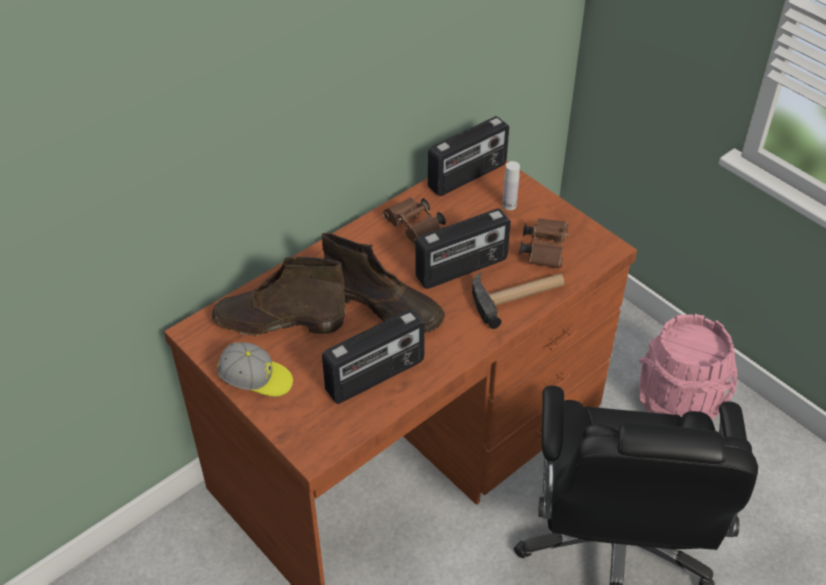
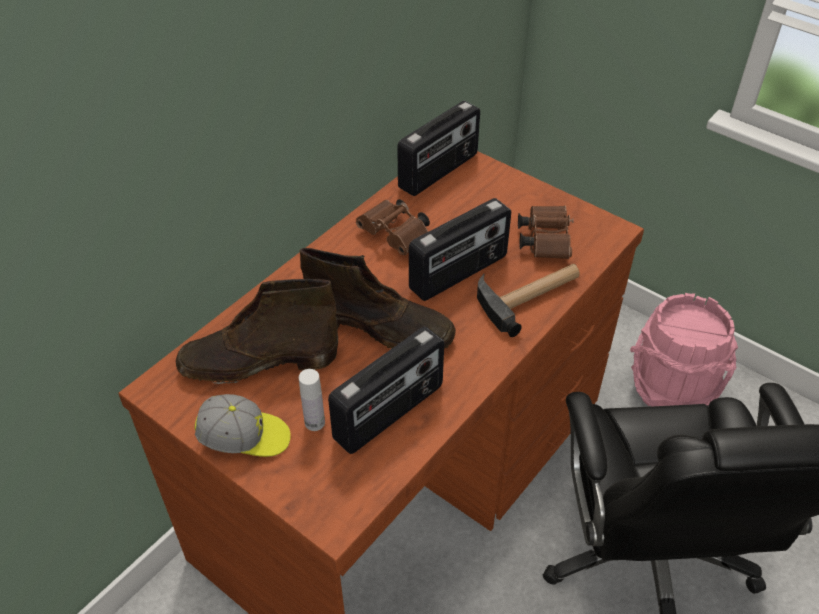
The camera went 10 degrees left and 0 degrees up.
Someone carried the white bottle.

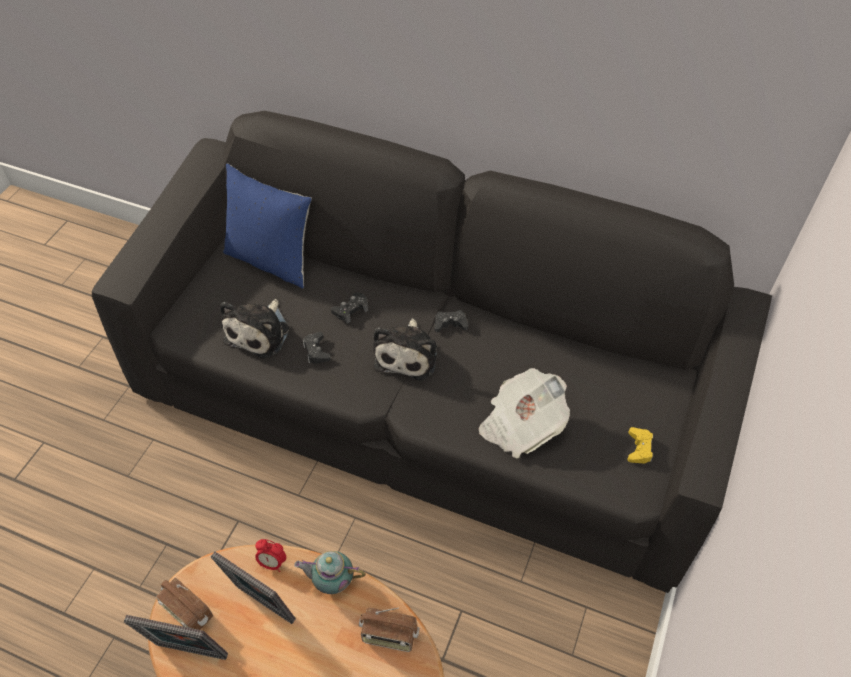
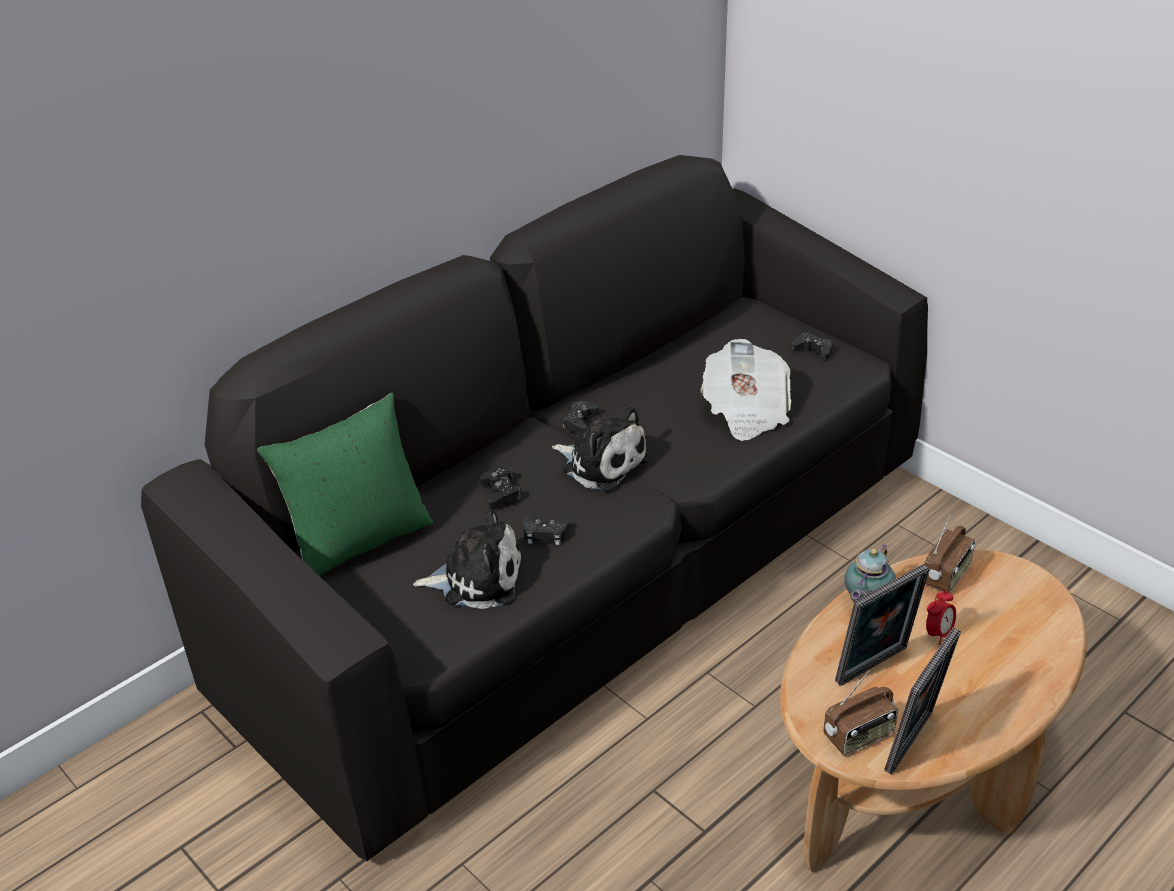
The camera went 65 degrees left and 15 degrees down.
Someone rotated the plush toy (1st from left) by 45 degrees counterclockwise.
Someone repainted the blue pillow, which became the green pillow.
Someone carried the alarm clock.
Someone repainted the yellow game controller, which became the black game controller (4th from left).

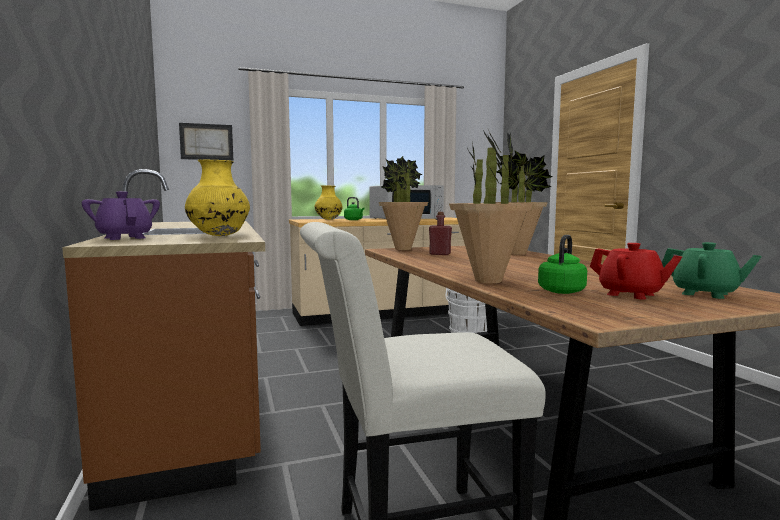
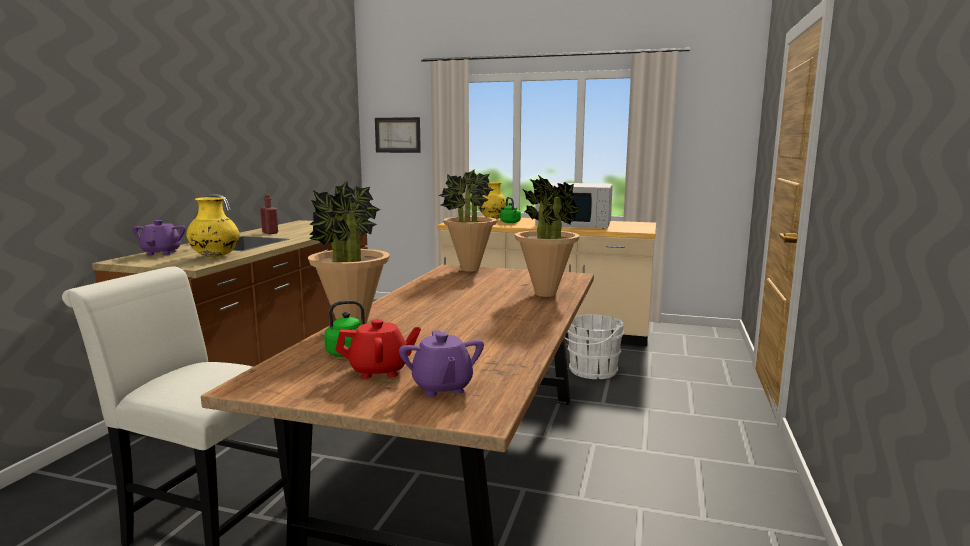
The camera went 35 degrees right and 5 degrees up.
Someone carried the red bottle.
Someone rotated the red teapot by 90 degrees counterclockwise.
Someone repainted the green teapot, which became the purple teapot (2nd from left).

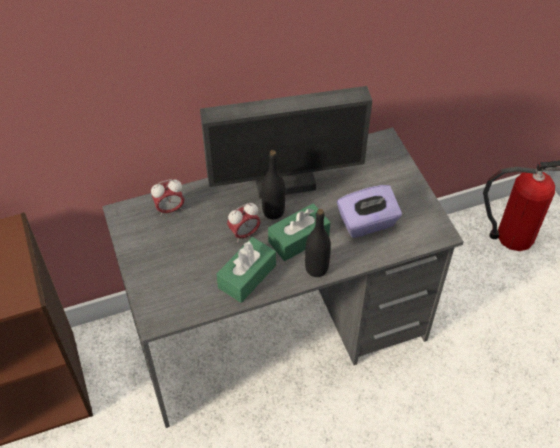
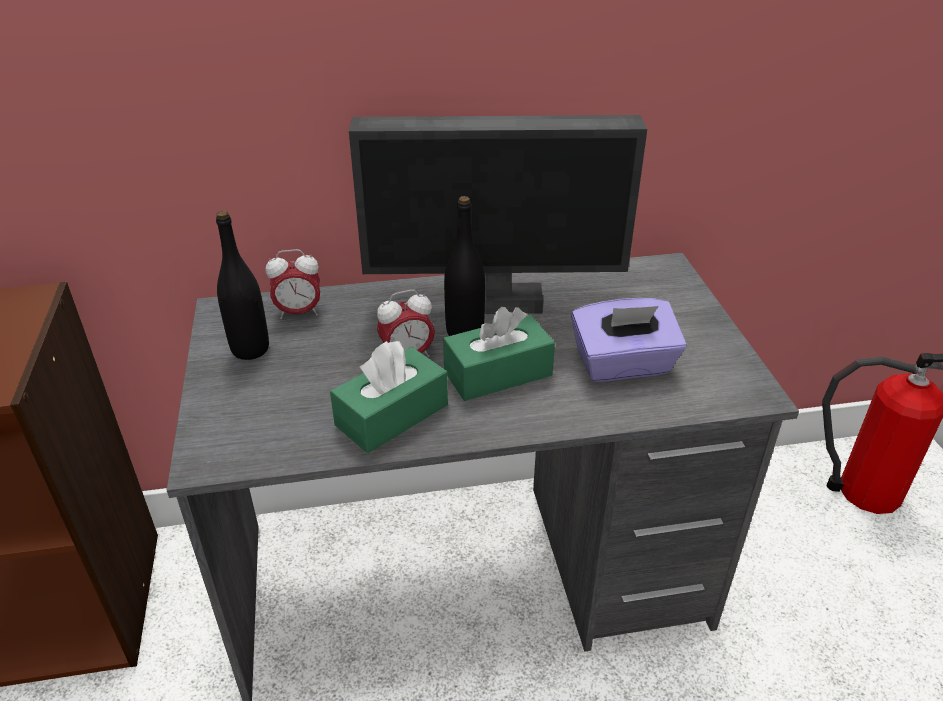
The camera went 10 degrees right and 15 degrees down.
Someone carried the black bottle (2nd from left in the first image).

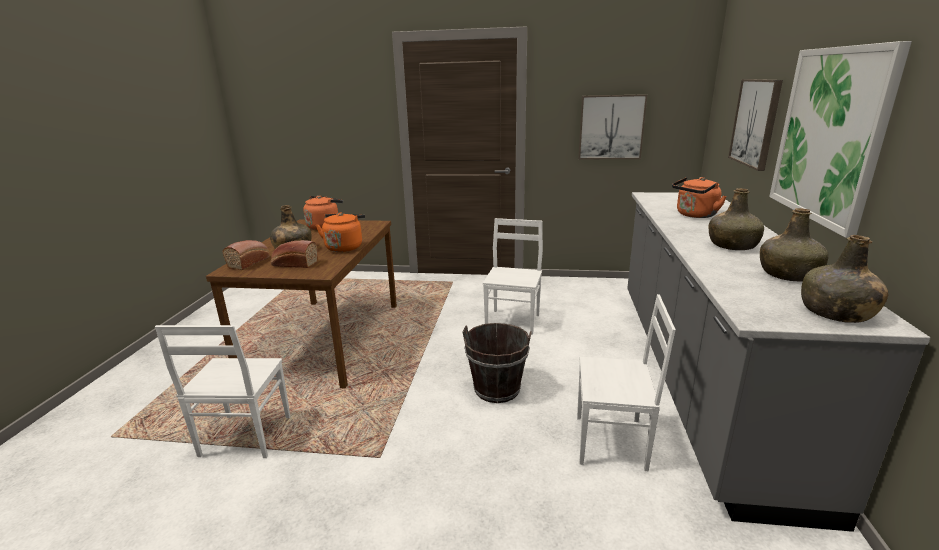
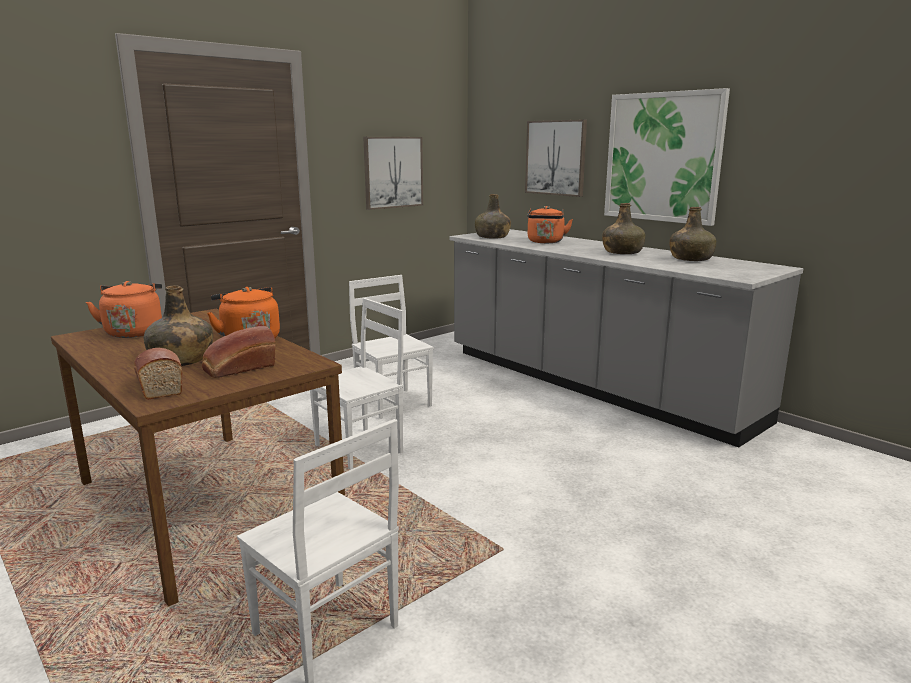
The camera went 50 degrees left and 5 degrees down.
Someone took away the brown bucket.
Someone carried the white chair (3rd from left in the first image).
Someone carried the green bottle (4th from left in the first image).

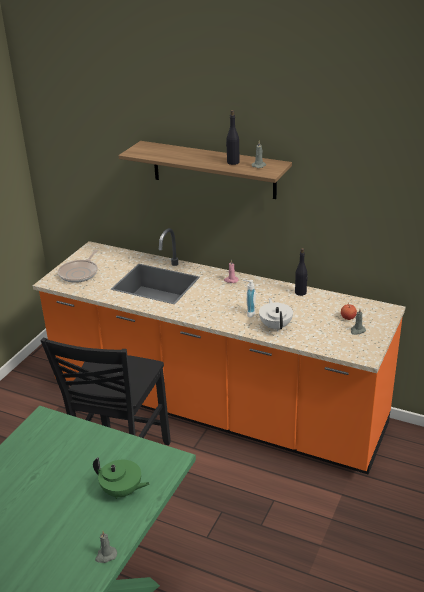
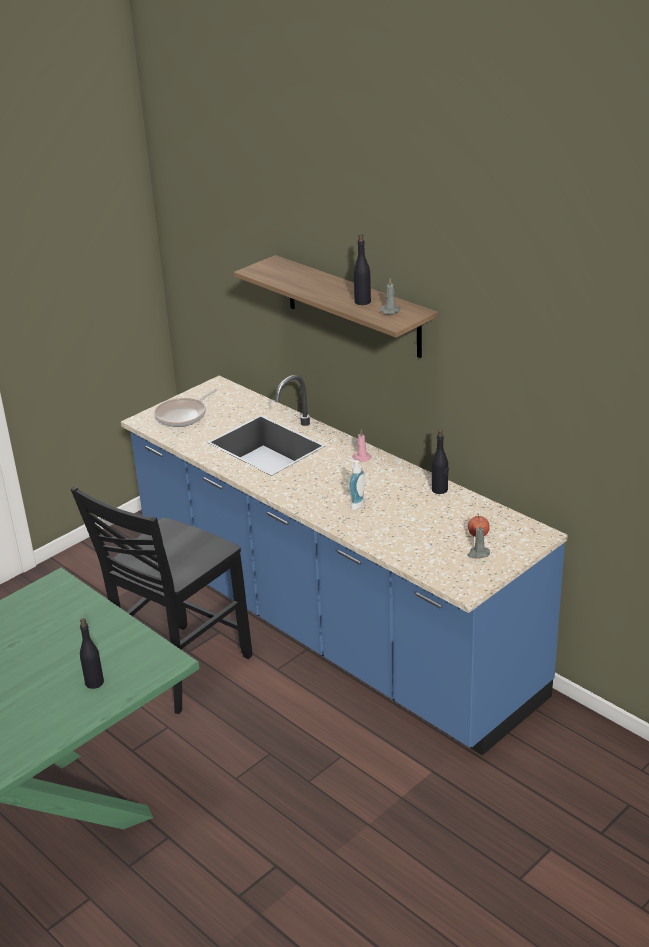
The camera went 20 degrees right and 0 degrees up.
Someone repainted the orange counter, which became the blue counter.
Someone swapped the green teapot for the black bottle (1st from left).
Someone took away the grey candle (1st from left).
Someone took away the white teapot.

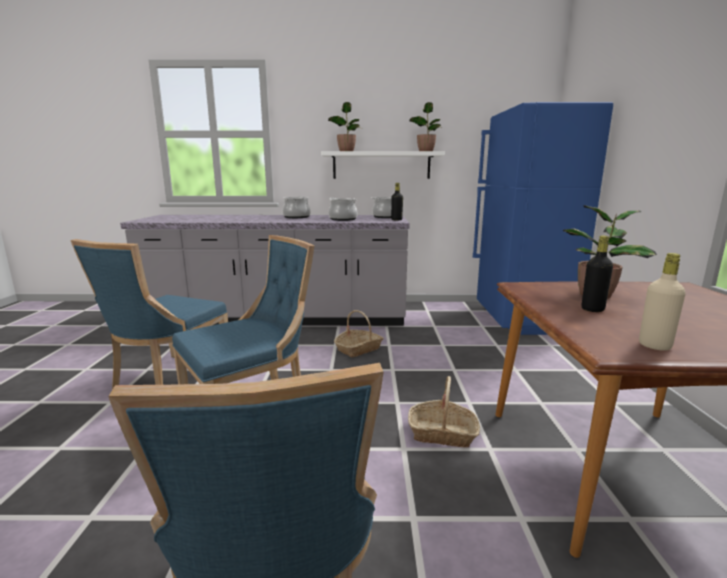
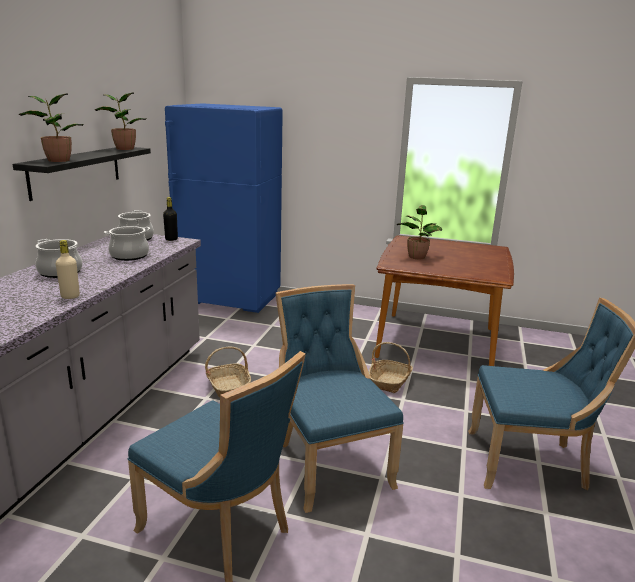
The camera went 75 degrees left and 5 degrees up.
Someone repainted the white shelf, which became the black shelf.
Someone took away the black bottle (2nd from left).
Someone carried the beige bottle.

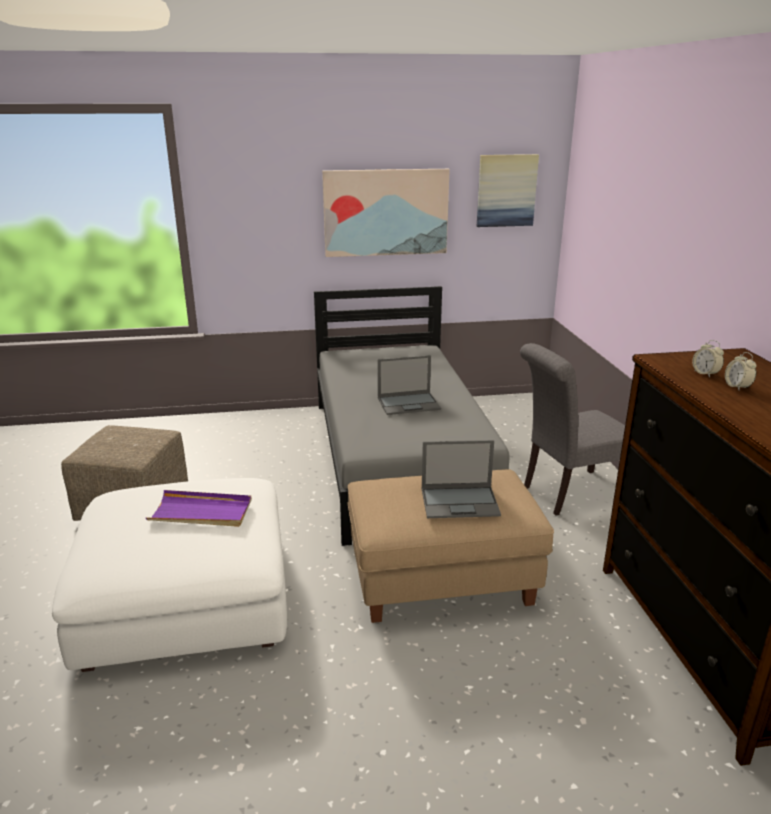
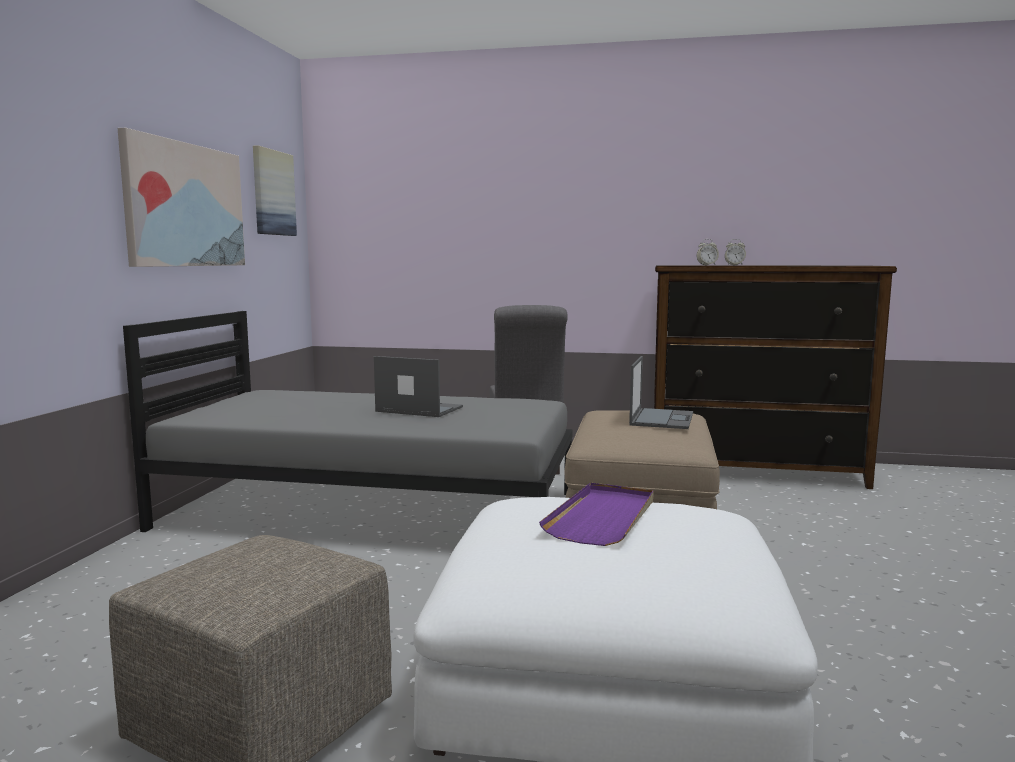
The camera went 70 degrees left and 15 degrees down.
Someone rotated the laptop (1st from left) by 75 degrees counterclockwise.

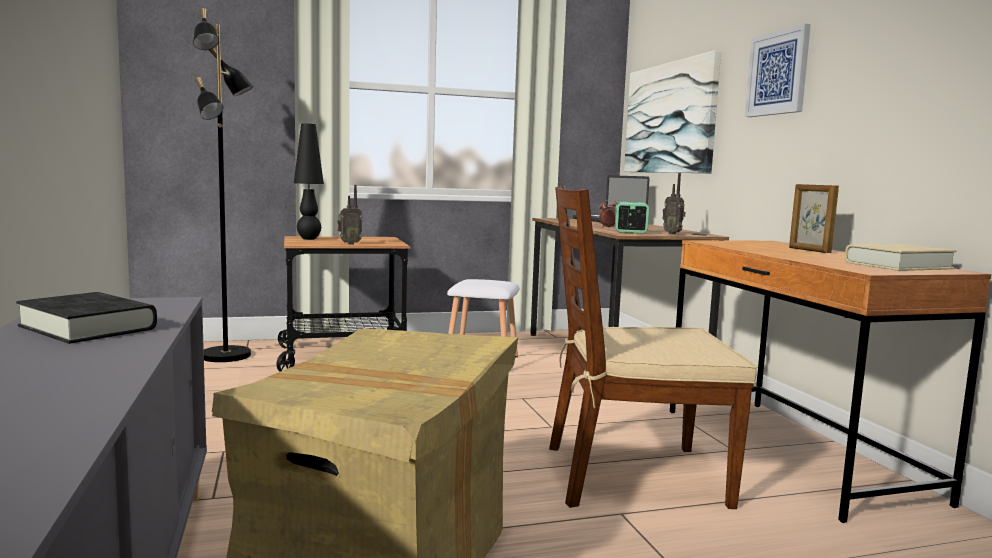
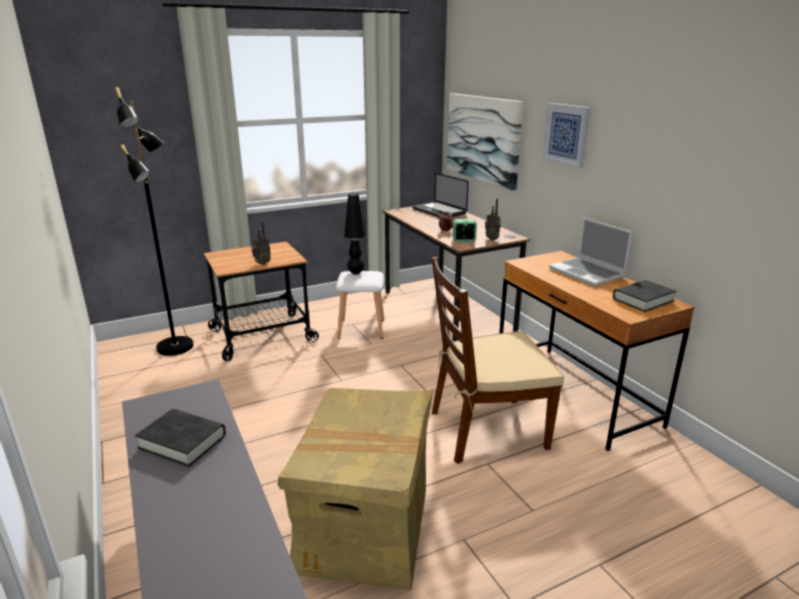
The camera went 10 degrees left and 15 degrees up.
Someone carried the black table lamp.
Someone swapped the picture frame for the laptop (2nd from left).
Someone repainted the beige book, which became the black book (2nd from left).

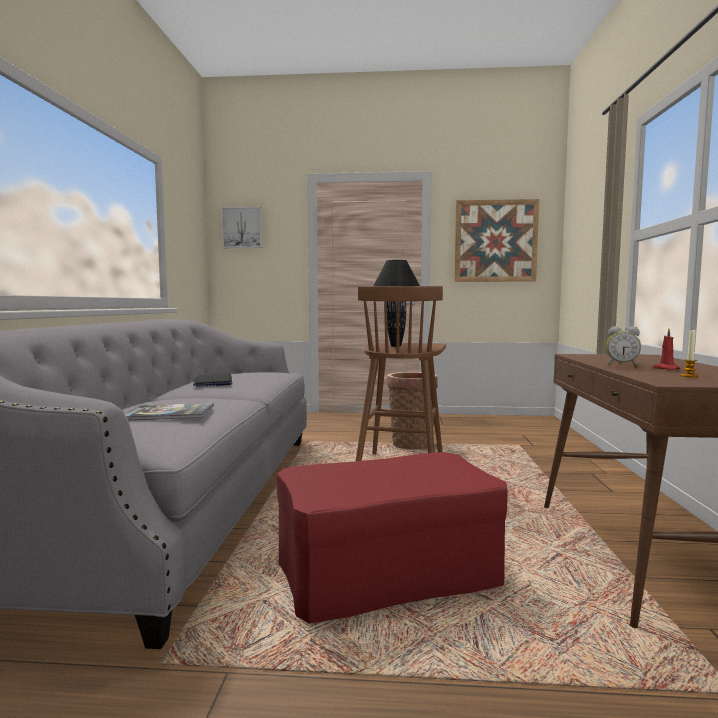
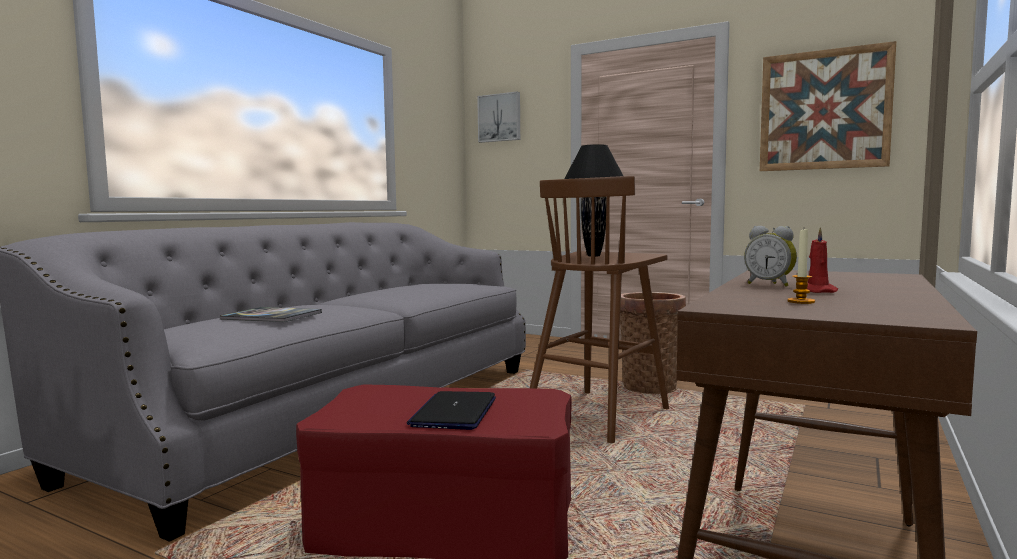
The camera went 25 degrees right and 0 degrees up.
Someone carried the laptop.

